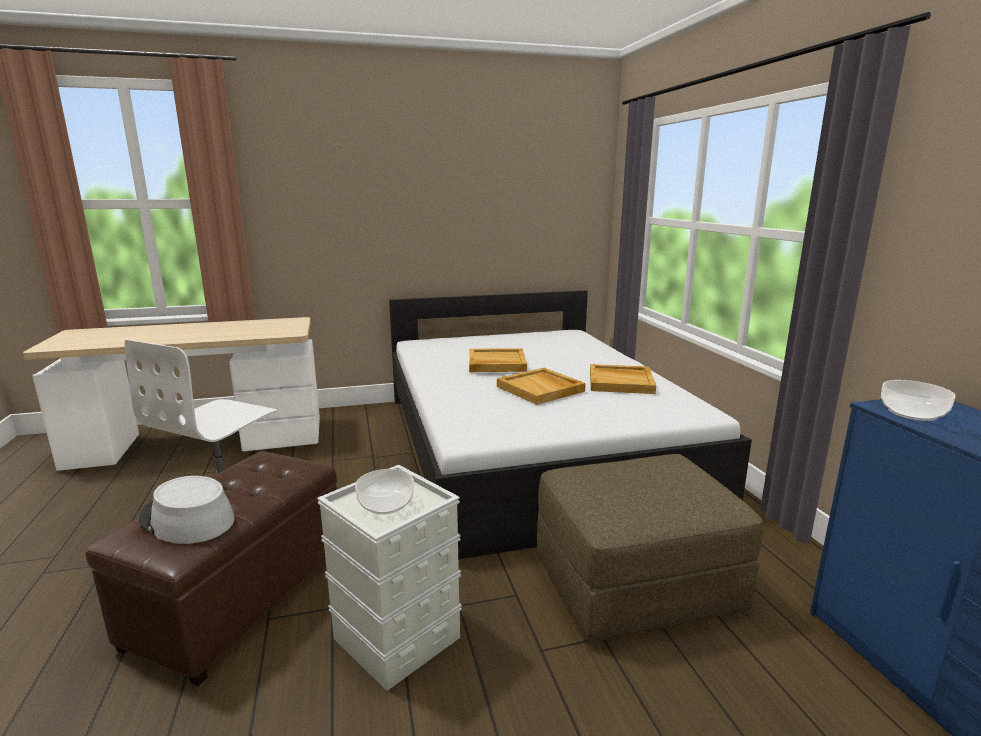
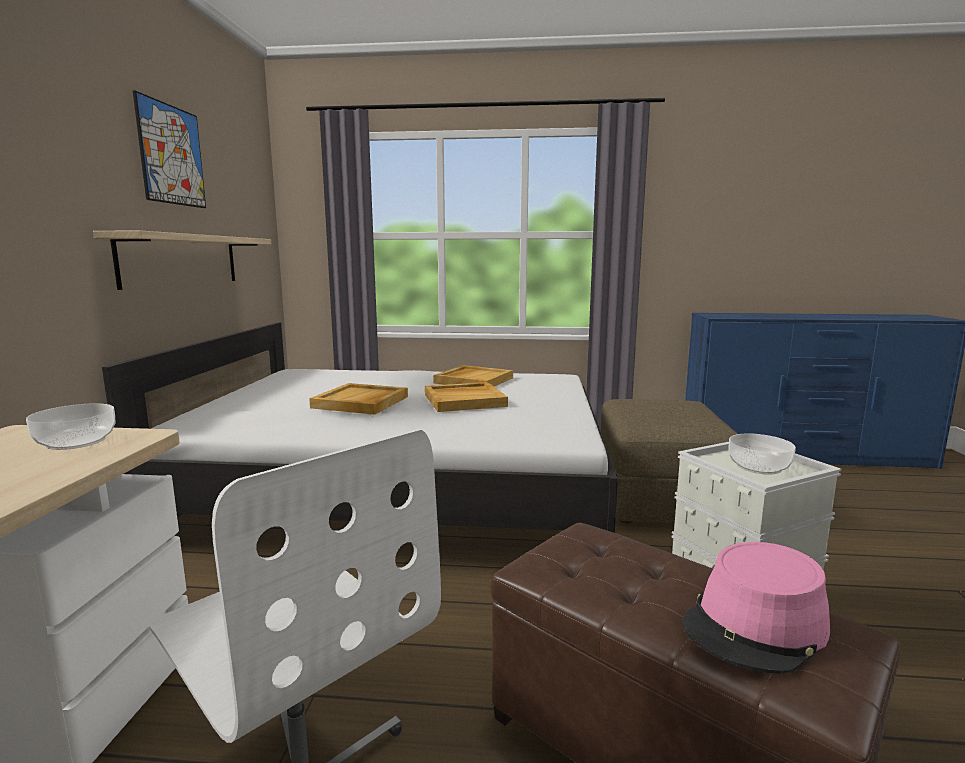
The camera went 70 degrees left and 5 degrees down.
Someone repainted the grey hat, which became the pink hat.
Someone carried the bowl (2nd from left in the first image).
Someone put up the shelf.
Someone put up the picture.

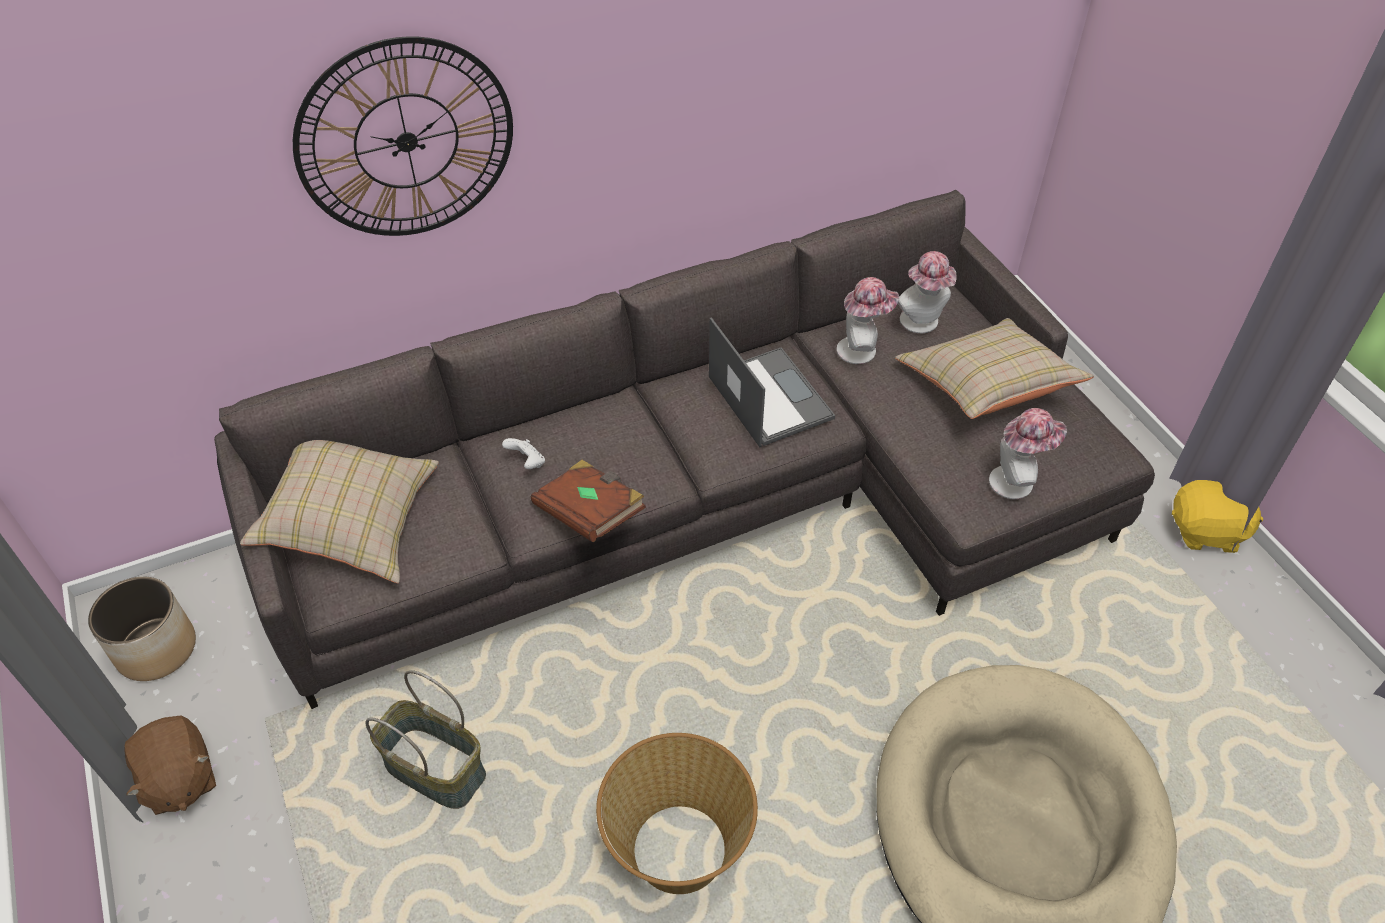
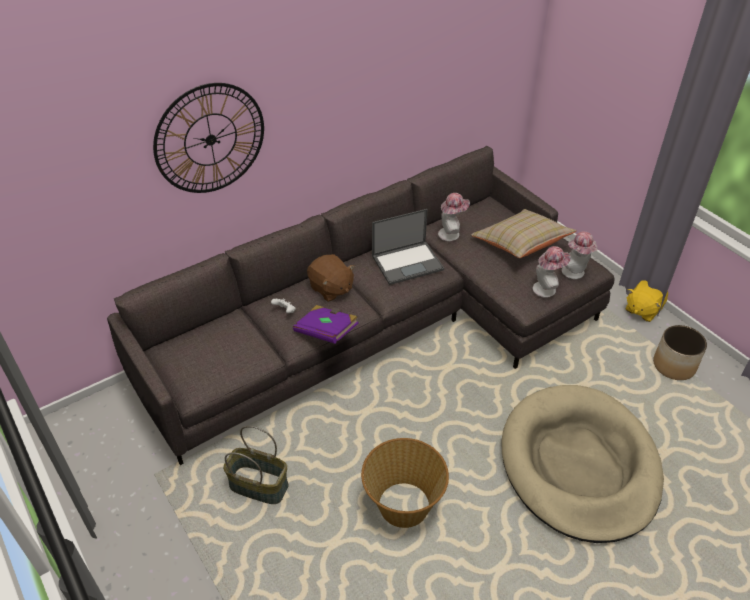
The camera went 10 degrees left and 5 degrees down.
Someone carried the planter.
Someone carried the brown plush toy.
Someone took away the beige pillow (1st from left).
Someone repainted the brown book, which became the purple book.
Someone rotated the laptop by 105 degrees clockwise.
Someone carried the hat (2nd from left in the first image).
Someone rotated the yellow plush toy by 135 degrees clockwise.

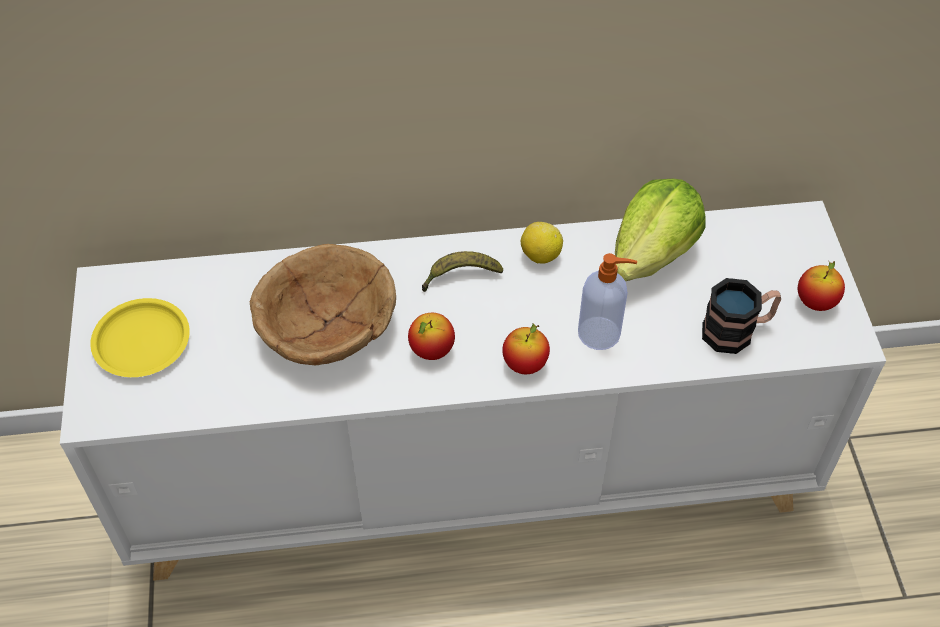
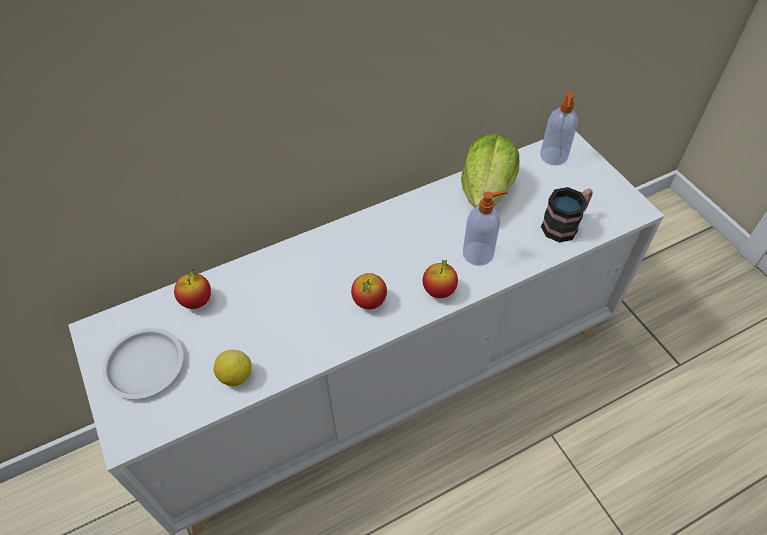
The camera went 20 degrees left and 0 degrees up.
Someone repainted the yellow plate, which became the white plate.
Someone took away the brown bowl.
Someone took away the banana.
Someone carried the lemon.
Someone carried the apple (3rd from left in the first image).
Someone put down the soap dispenser (2nd from left).

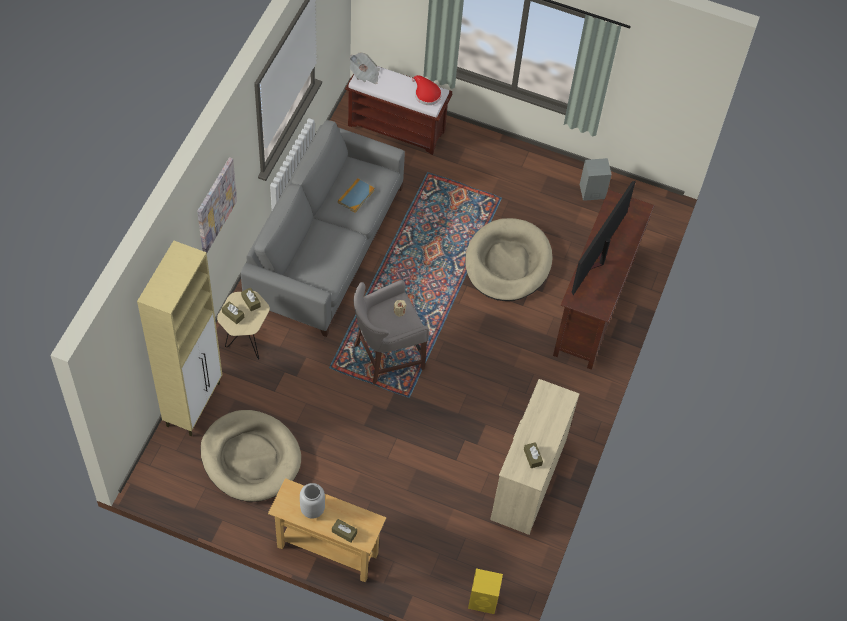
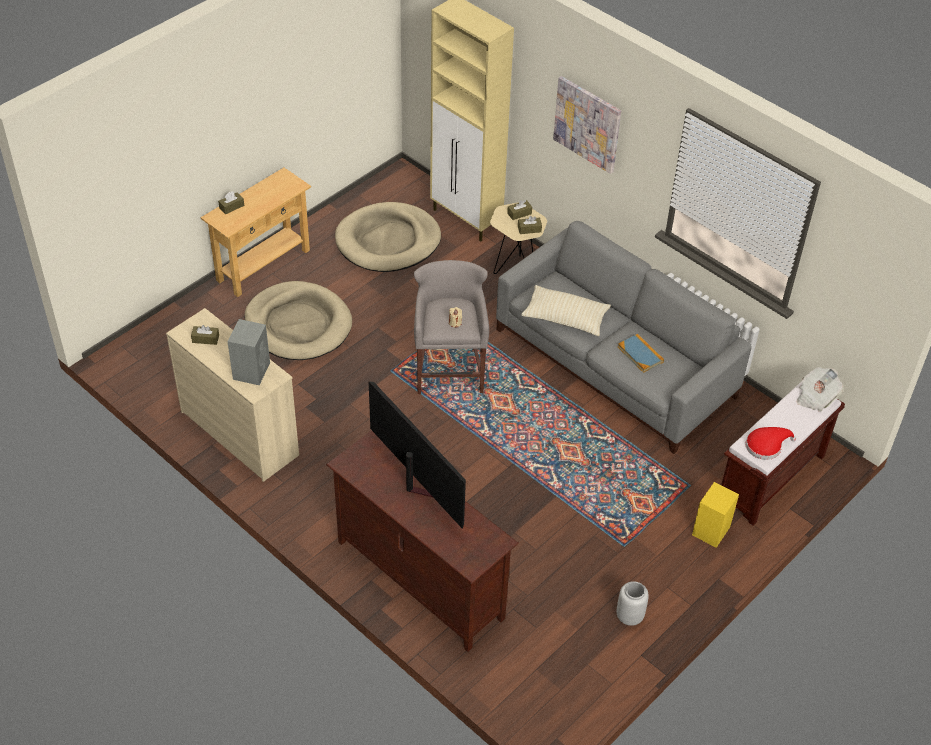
The camera went 115 degrees right and 10 degrees down.
Someone carried the grey vase.
Someone carried the beige dog bed (2nd from left in the first image).
Someone carried the yellow speaker.
Someone carried the grey speaker.
Someone put down the beige pillow.

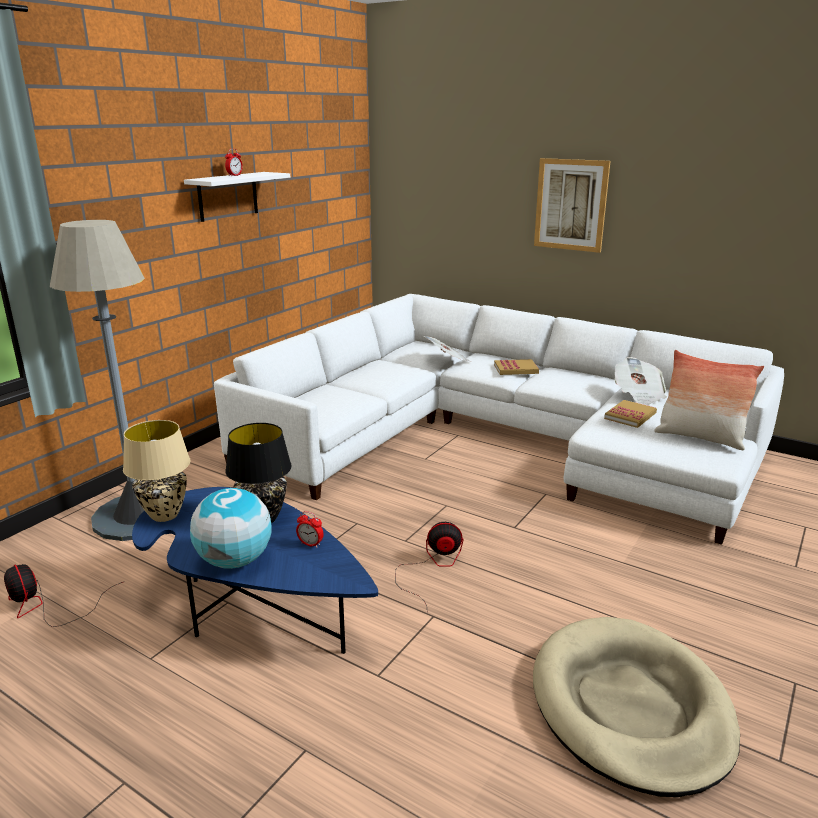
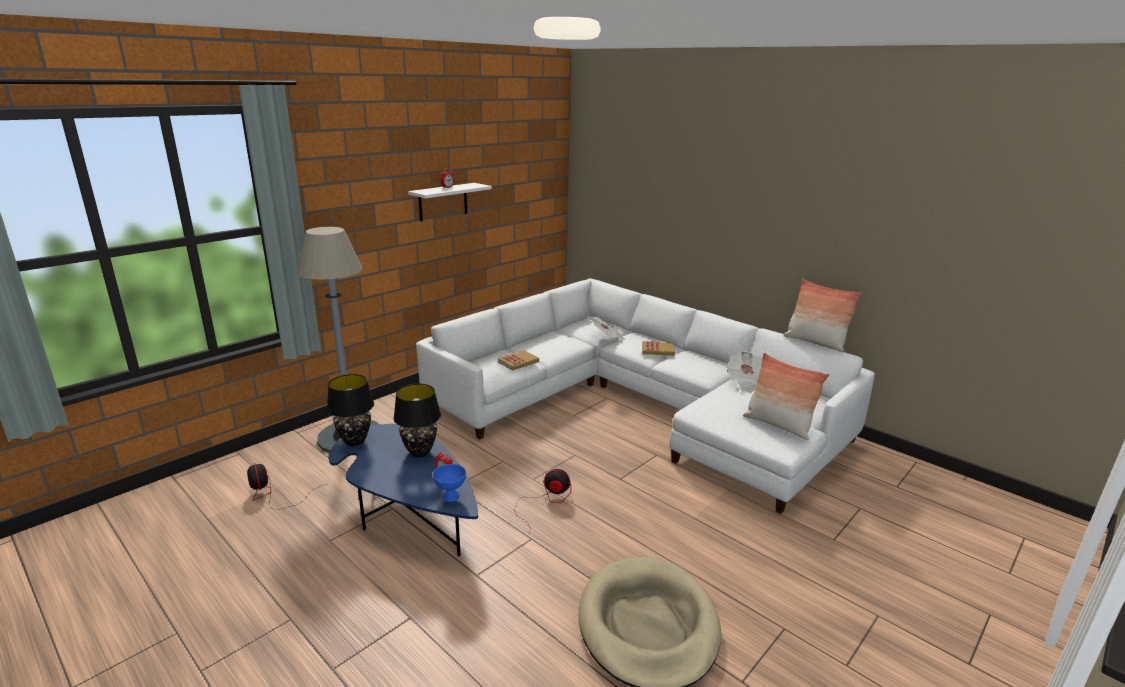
The camera went 10 degrees right and 0 degrees up.
Someone repainted the beige table lamp, which became the black table lamp (1st from left).
Someone took away the globe.
Someone took away the picture.
Someone carried the book (2nd from left in the first image).
Someone put down the blue bowl.
Someone put down the pillow (2nd from left).

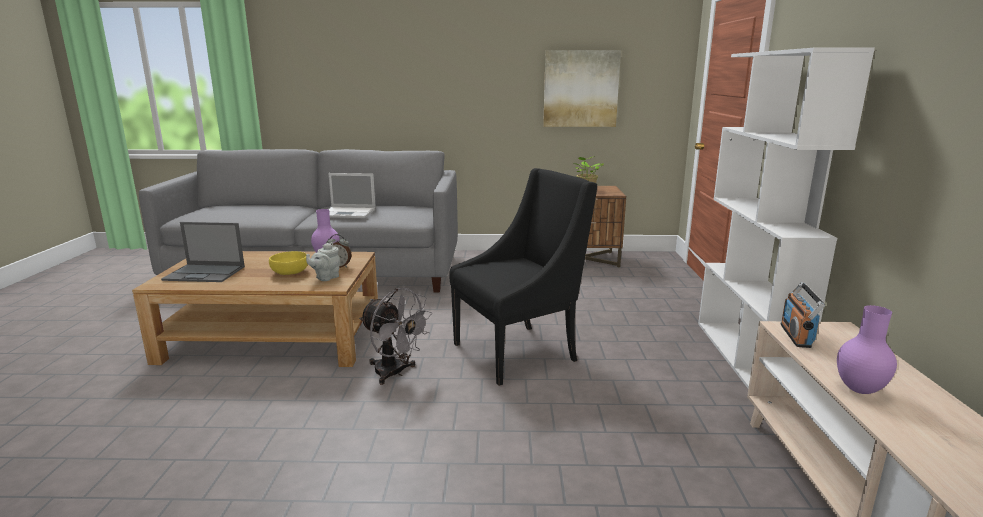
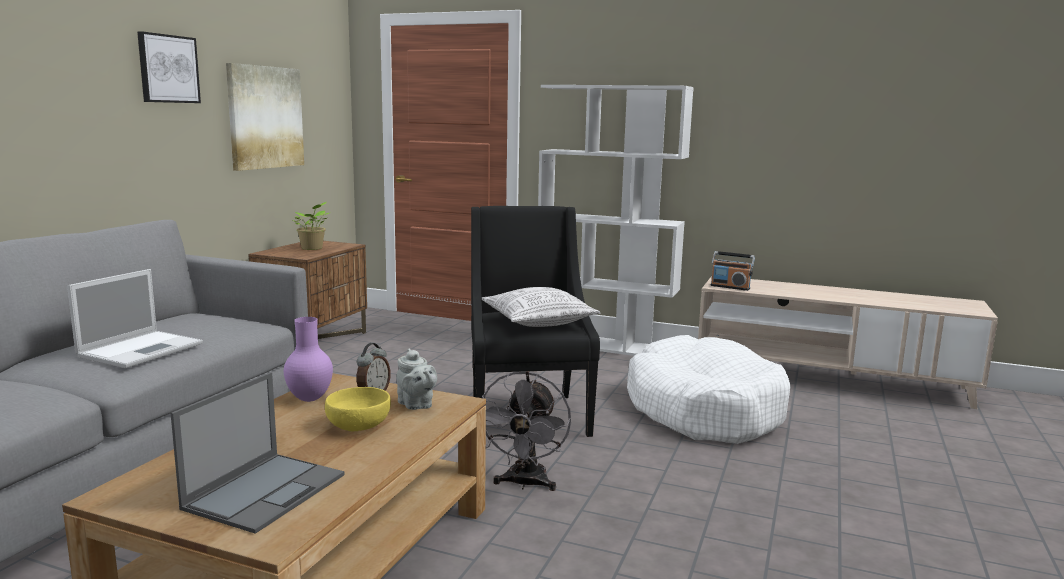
The camera went 70 degrees left and 5 degrees down.
Someone rotated the grey fan by 135 degrees clockwise.
Someone took away the purple vase (2nd from left).
Someone put up the picture (1st from left).
Someone put down the pillow.
Someone put down the white dog bed.

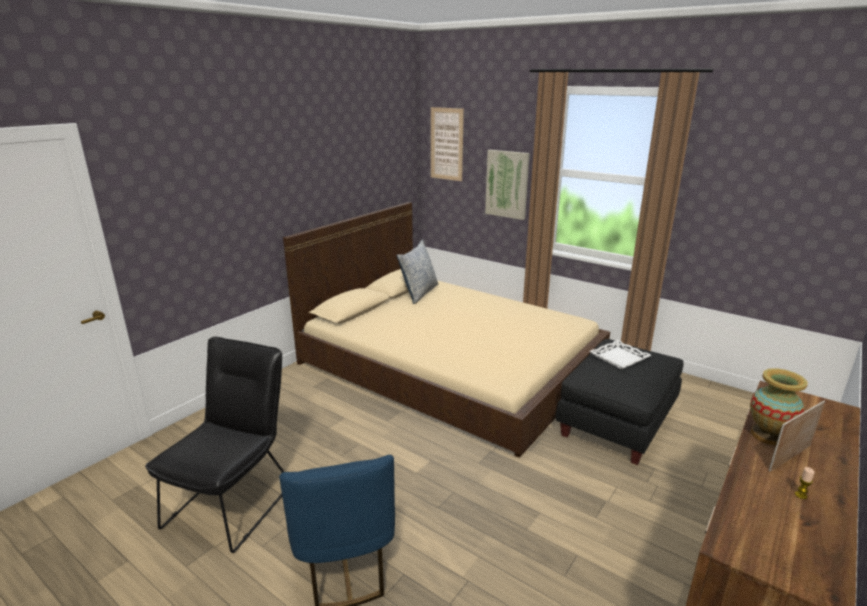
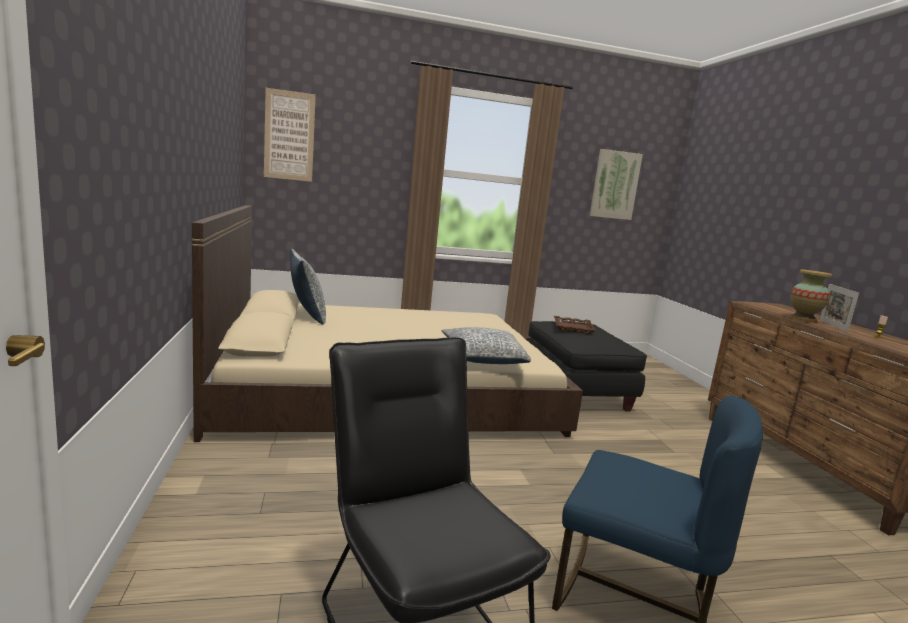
The camera went 50 degrees left and 10 degrees down.
Someone carried the picture (2nd from left).
Someone repainted the white tray, which became the brown tray.
Someone put down the pillow (2nd from left).

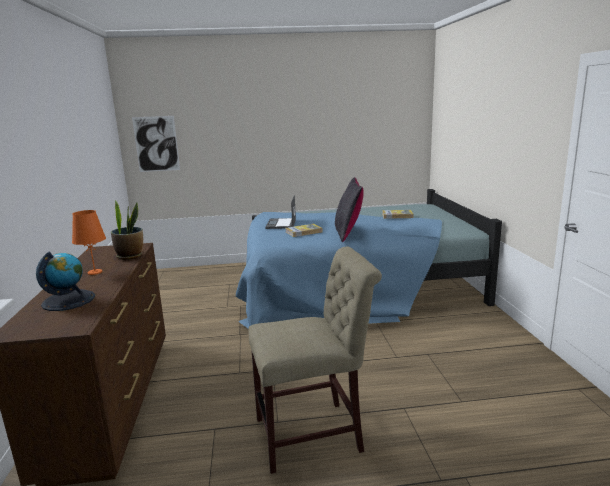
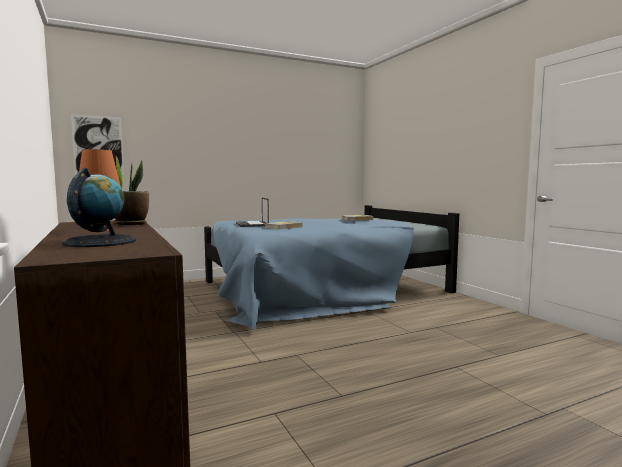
The camera went 20 degrees left and 10 degrees down.
Someone took away the beige chair.
Someone took away the black pillow.

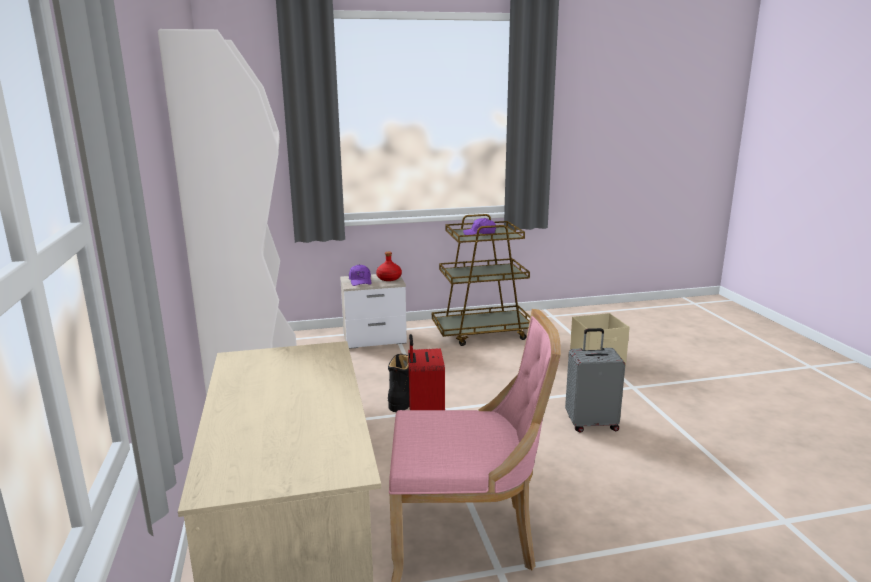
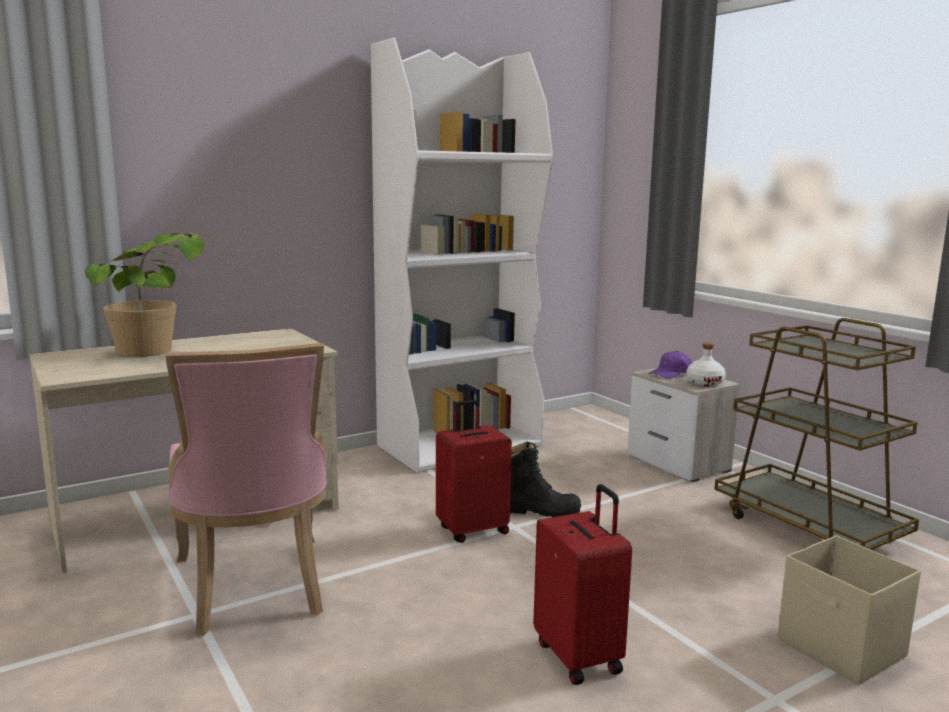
The camera went 70 degrees right and 5 degrees down.
Someone repainted the red bottle, which became the white bottle.
Someone took away the purple cap (2nd from left).
Someone repainted the grey suitcase, which became the red suitcase (2nd from left).
Someone put down the potted plant.

